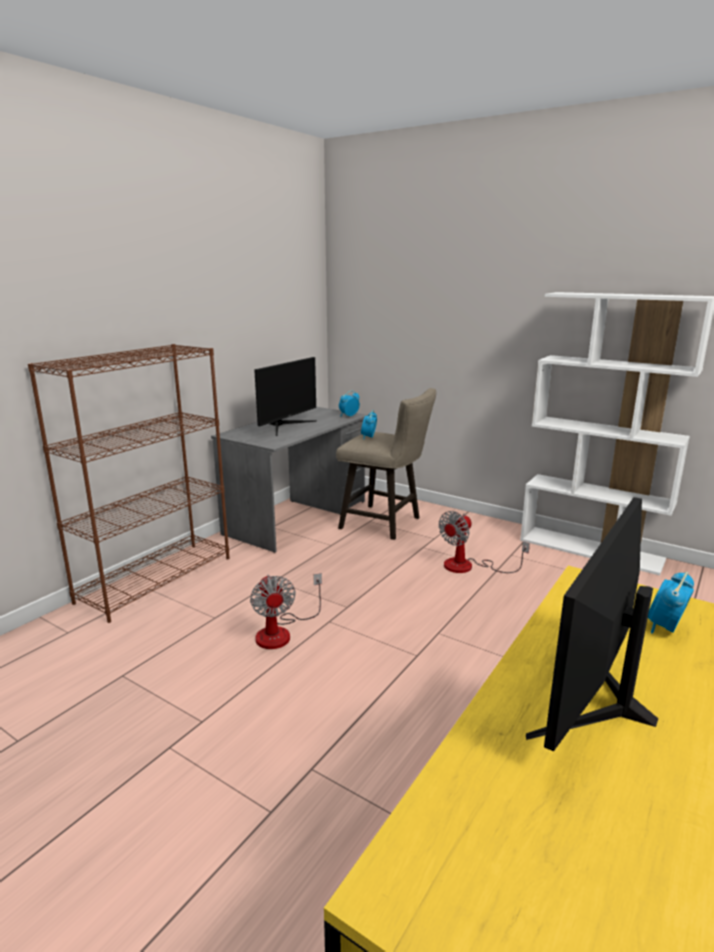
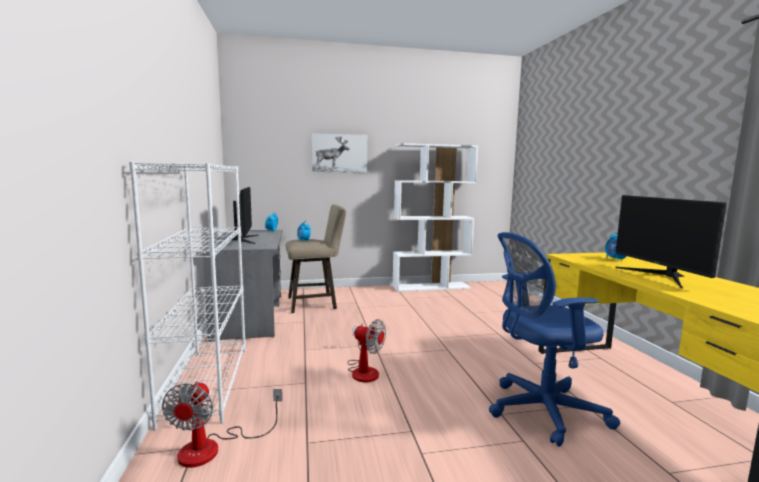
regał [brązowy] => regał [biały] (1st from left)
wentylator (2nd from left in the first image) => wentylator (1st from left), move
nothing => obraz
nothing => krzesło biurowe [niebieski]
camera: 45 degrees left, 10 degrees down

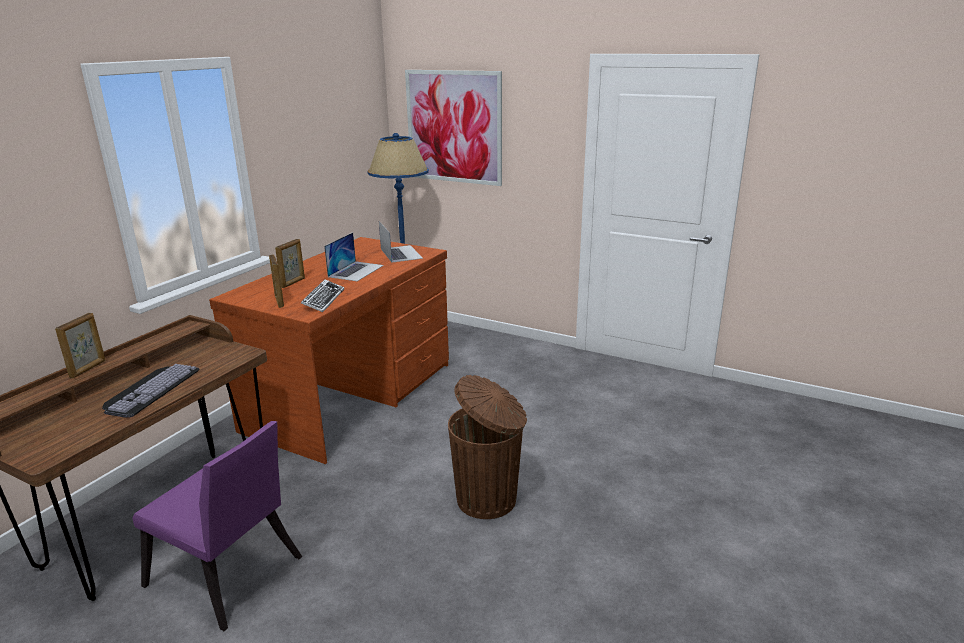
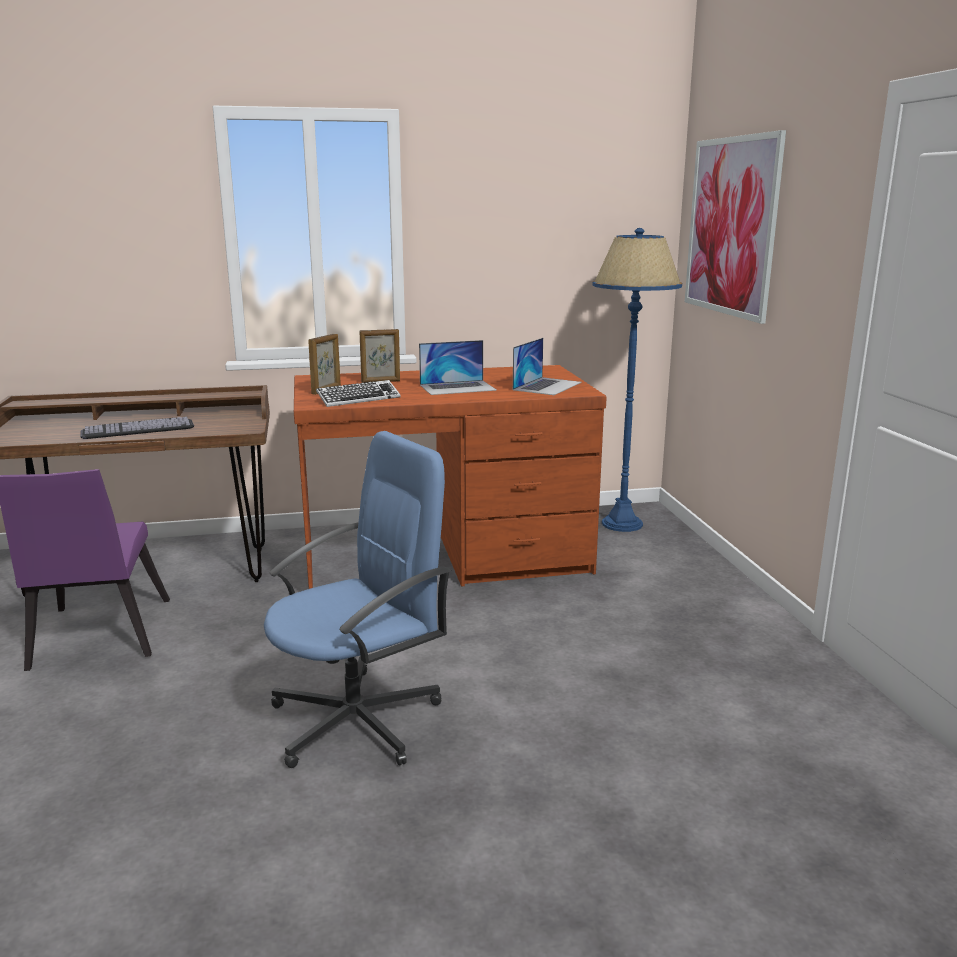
ramka na zdjęcie (1st from left) => nothing
kosz na śmieci [brązowy] => krzesło biurowe [niebieski]
camera: 50 degrees right, 5 degrees down

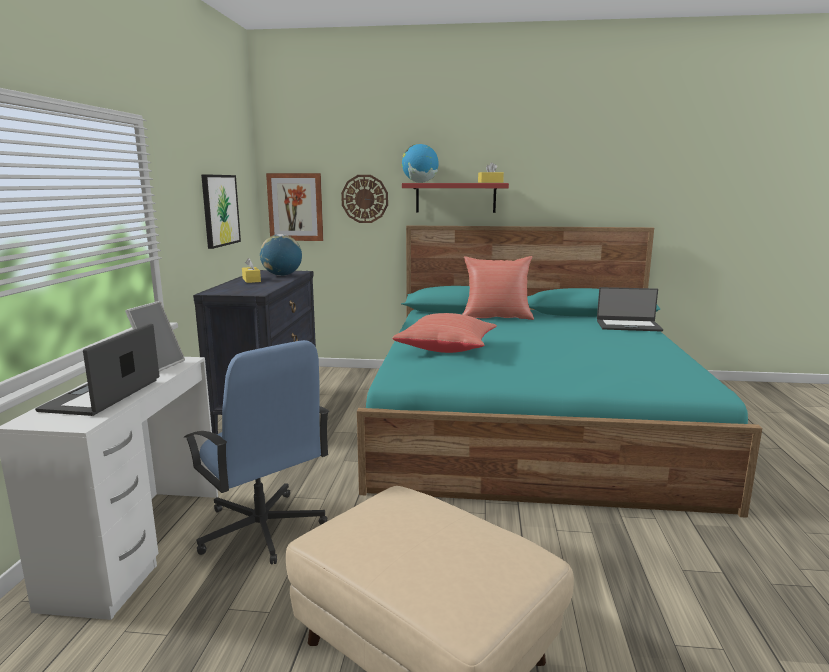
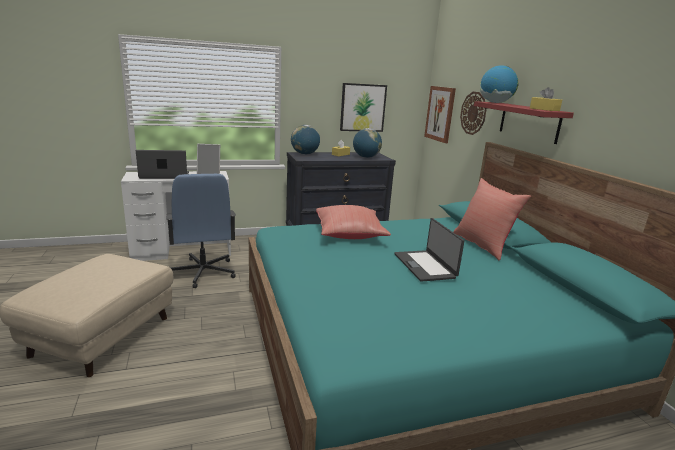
krzesło biurowe [niebieski], 45 degrees counterclockwise
laptop (2nd from left), move
nothing => globus (1st from left)
camera: 65 degrees right, 5 degrees up

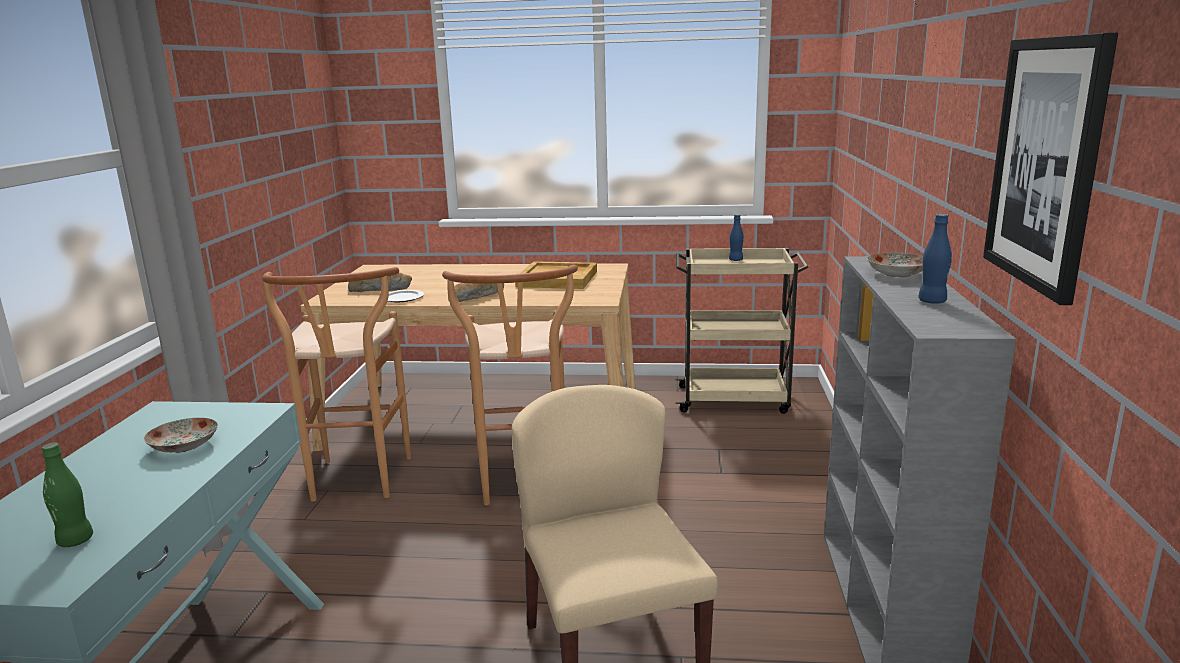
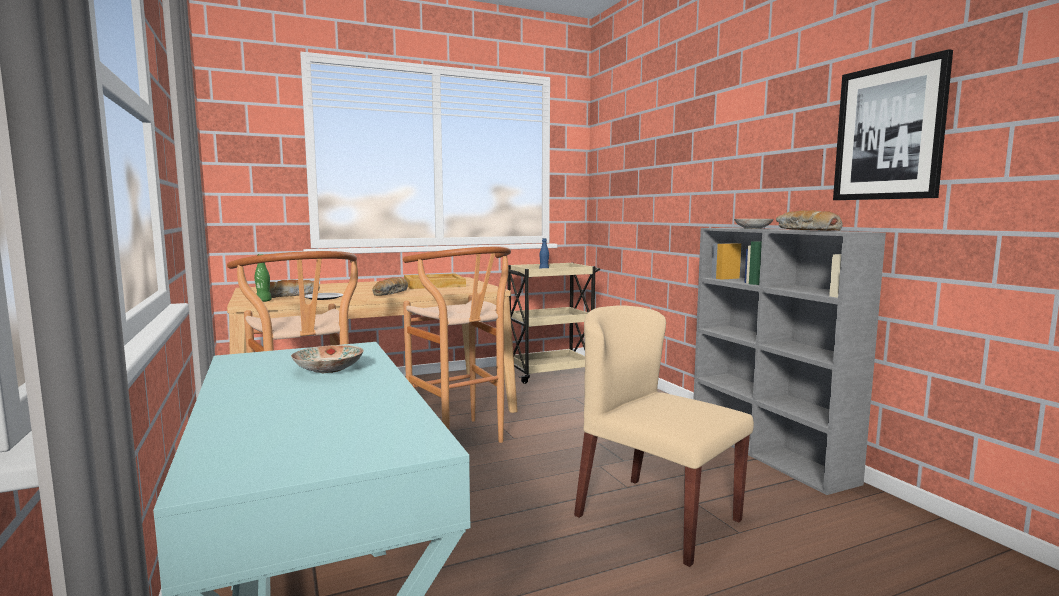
butelka [zielony], move
butelka [niebieski] (2nd from left) => chleb (3rd from left)
camera: 30 degrees left, 10 degrees down

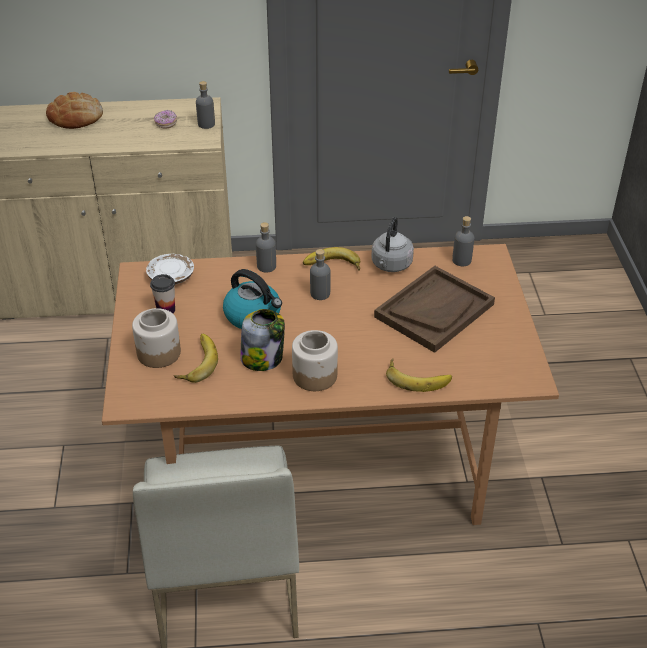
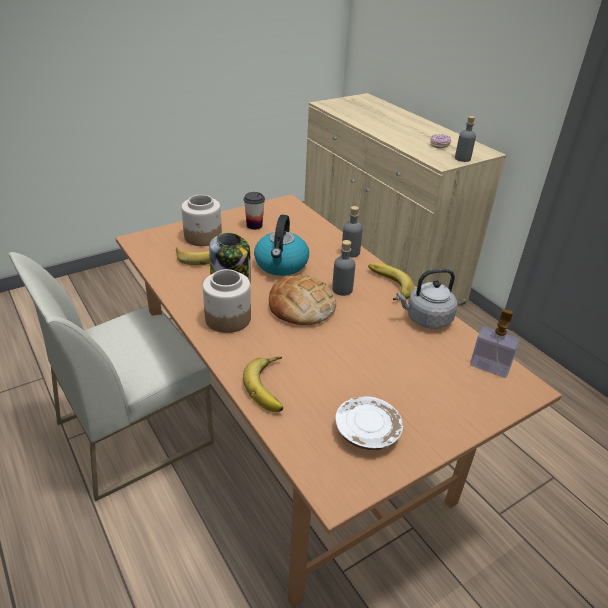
chleb, move
talerz [biały], move
taca [brązowy] => nothing
butelka [szary] (4th from left) => dozownik mydła
camera: 60 degrees right, 5 degrees down

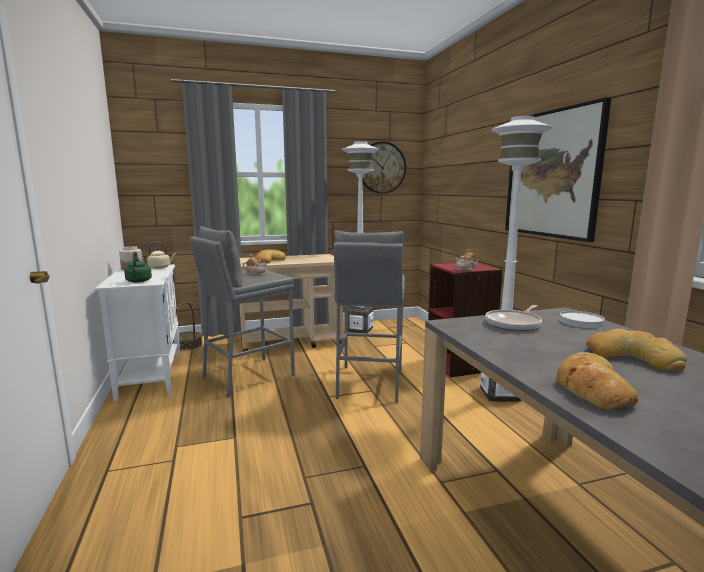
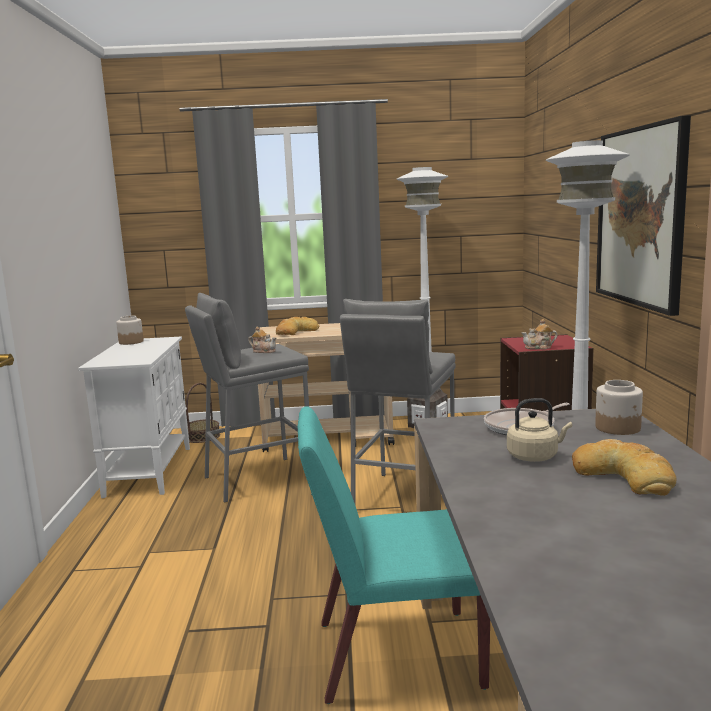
czajnik [zielony] => nothing
czajnik [beżowy], move
zegar ścienny => nothing
chleb (2nd from left) => nothing
talerz [biały] => słoik (2nd from left)
nothing => krzesło [turkusowy]
camera: 15 degrees right, 0 degrees up

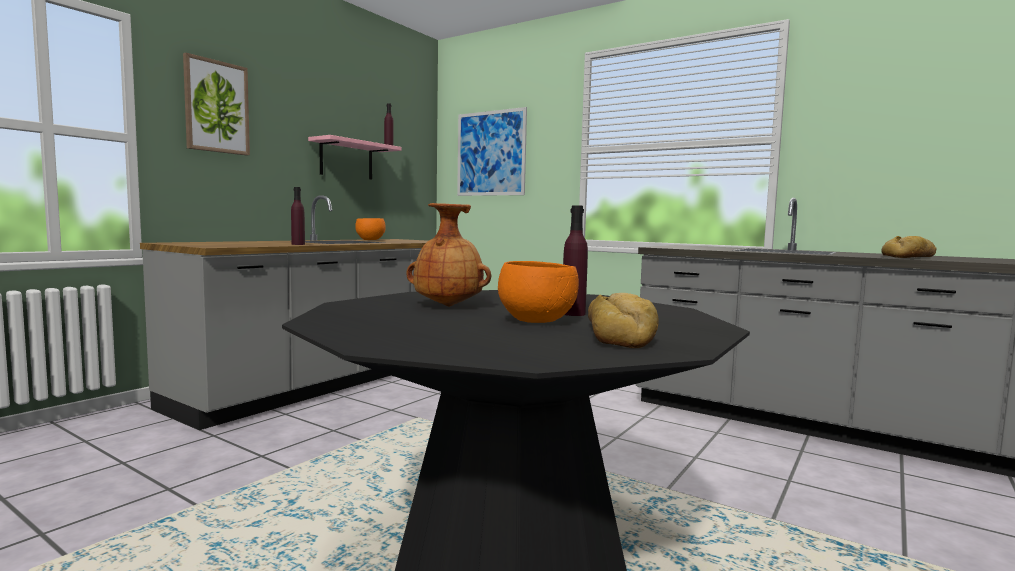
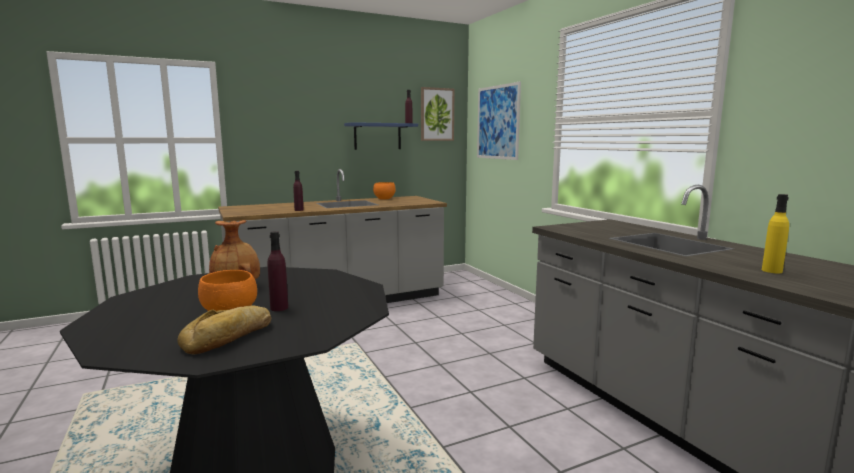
obraz (1st from left), move
półka [różowy] => półka [niebieski]
chleb (2nd from left) => butelka [żółty]
camera: 30 degrees right, 5 degrees up

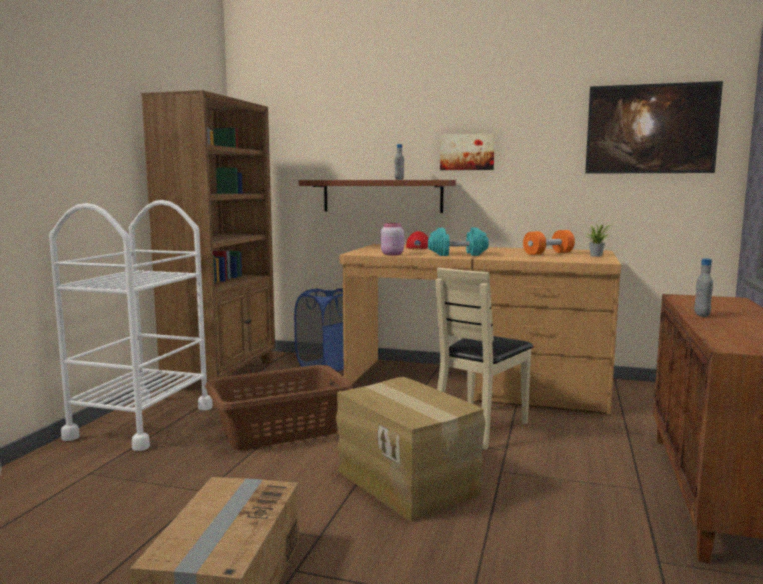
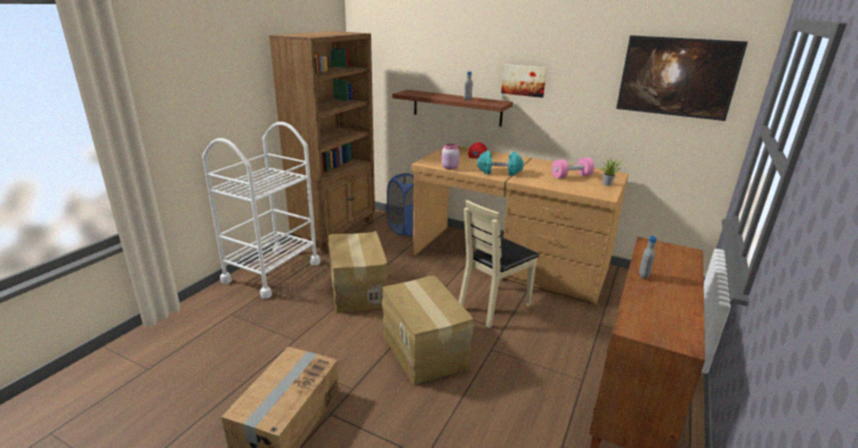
kosz na pranie [brązowy] => karton (2nd from left)
hantel [pomarańczowy] => hantel [różowy]
camera: 10 degrees right, 15 degrees up

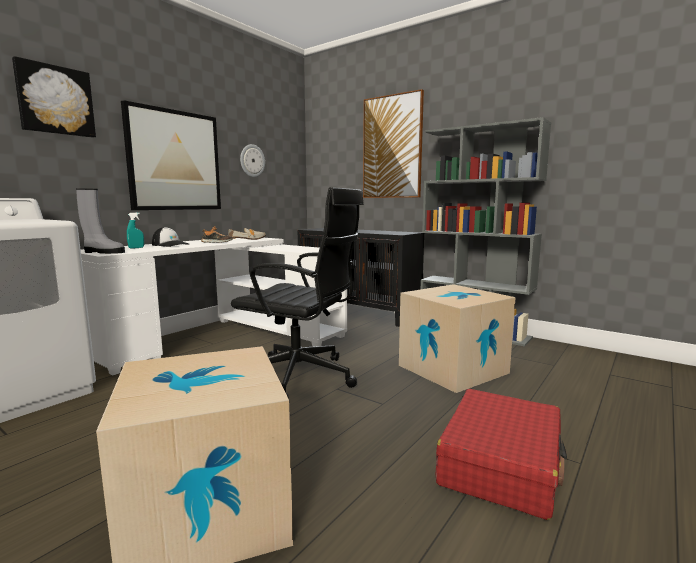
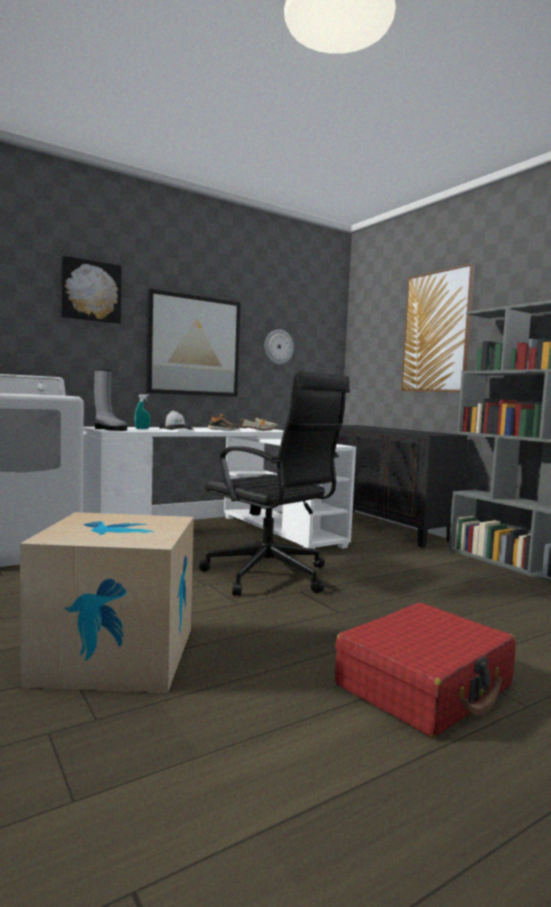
karton (2nd from left) => nothing
camera: 20 degrees right, 5 degrees down

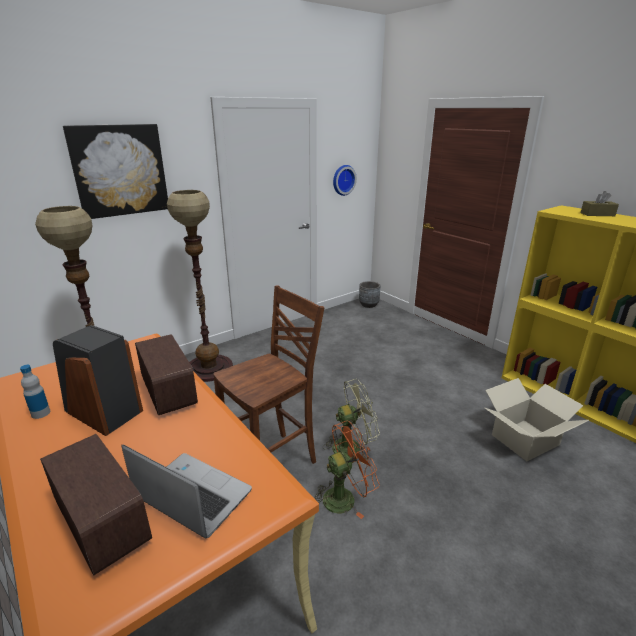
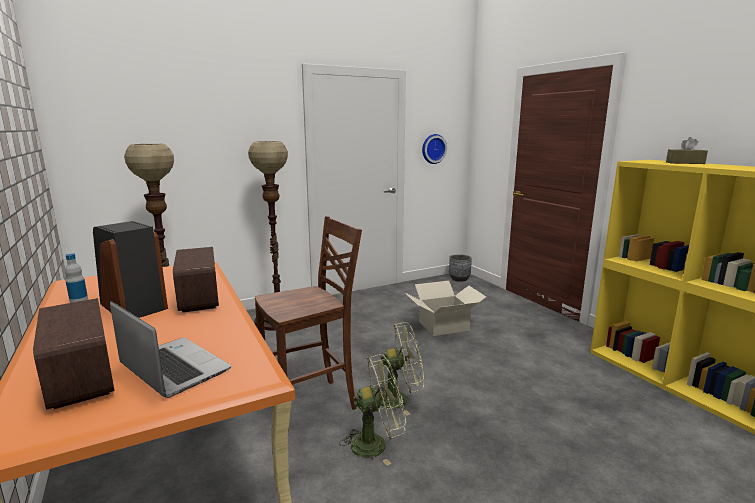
obraz => nothing
wentylator [pomarańczowy] => wentylator [zielony] (1st from left)
karton, move
camera: 10 degrees right, 10 degrees down

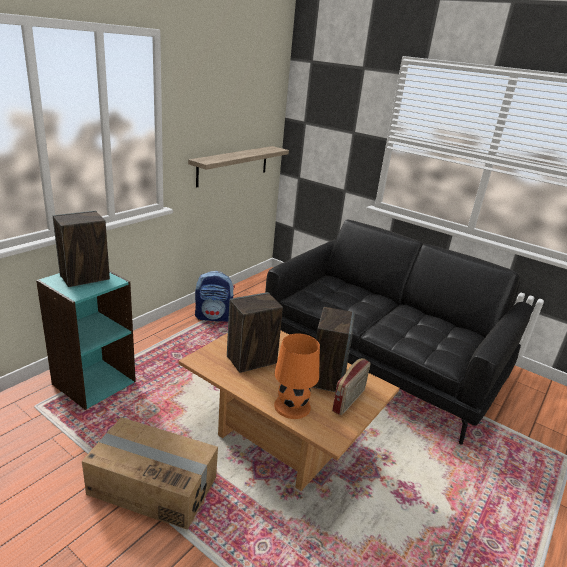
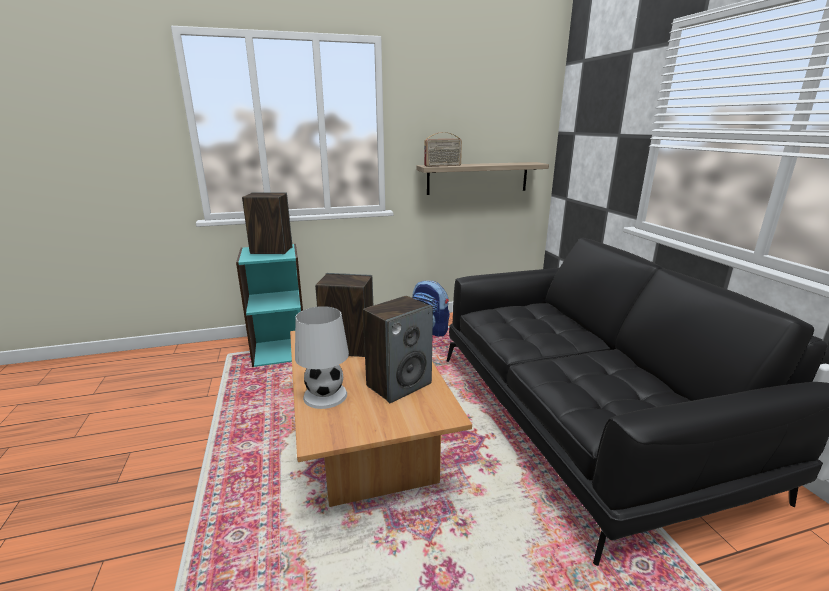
karton => nothing
lampa stołowa [pomarańczowy] => lampa stołowa [biały]
radio, move
camera: 40 degrees right, 5 degrees down

